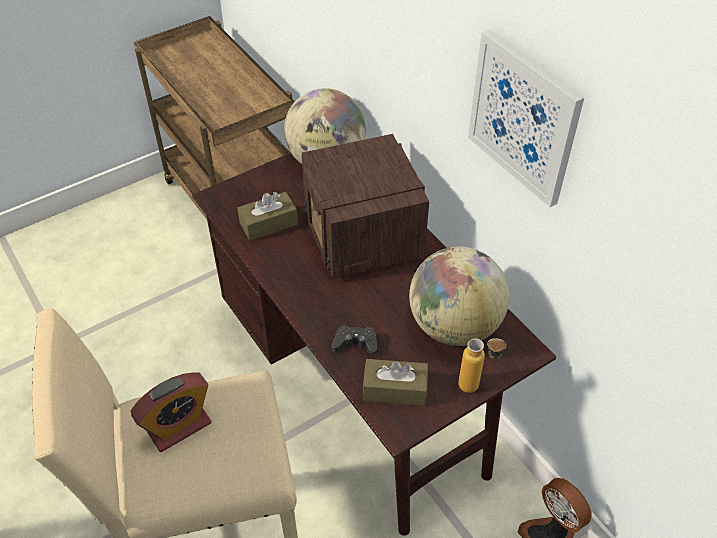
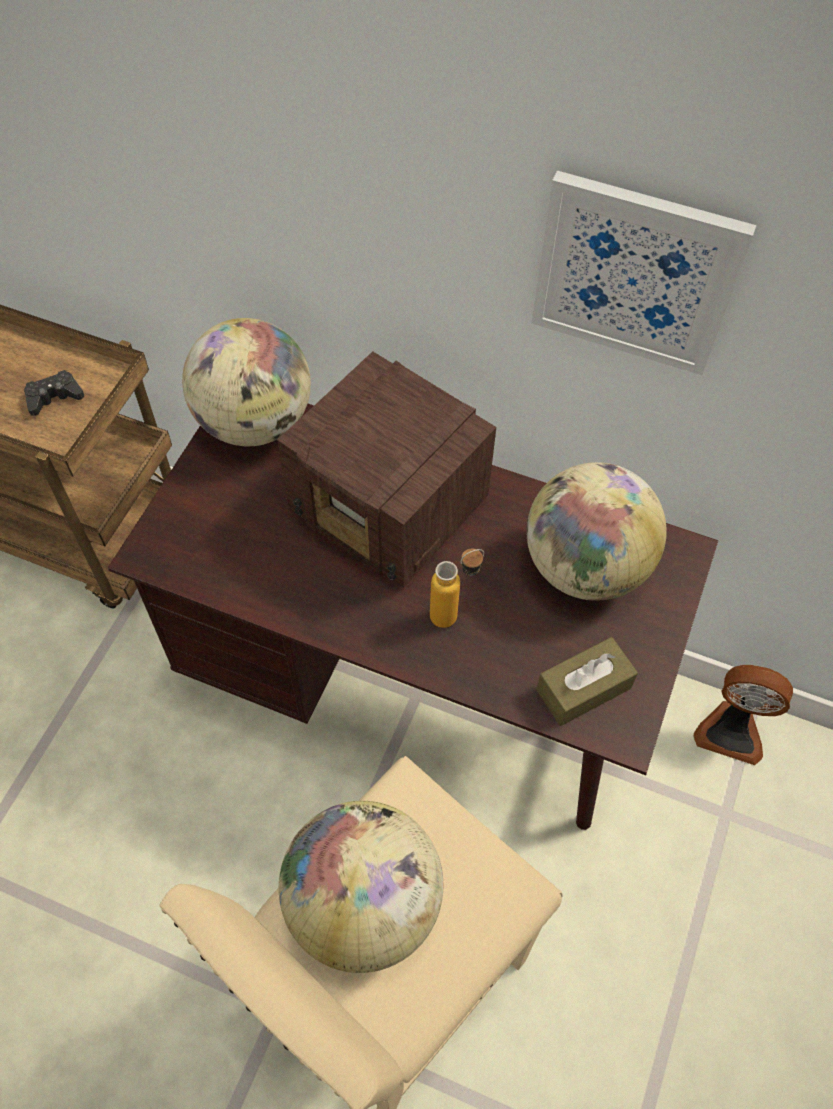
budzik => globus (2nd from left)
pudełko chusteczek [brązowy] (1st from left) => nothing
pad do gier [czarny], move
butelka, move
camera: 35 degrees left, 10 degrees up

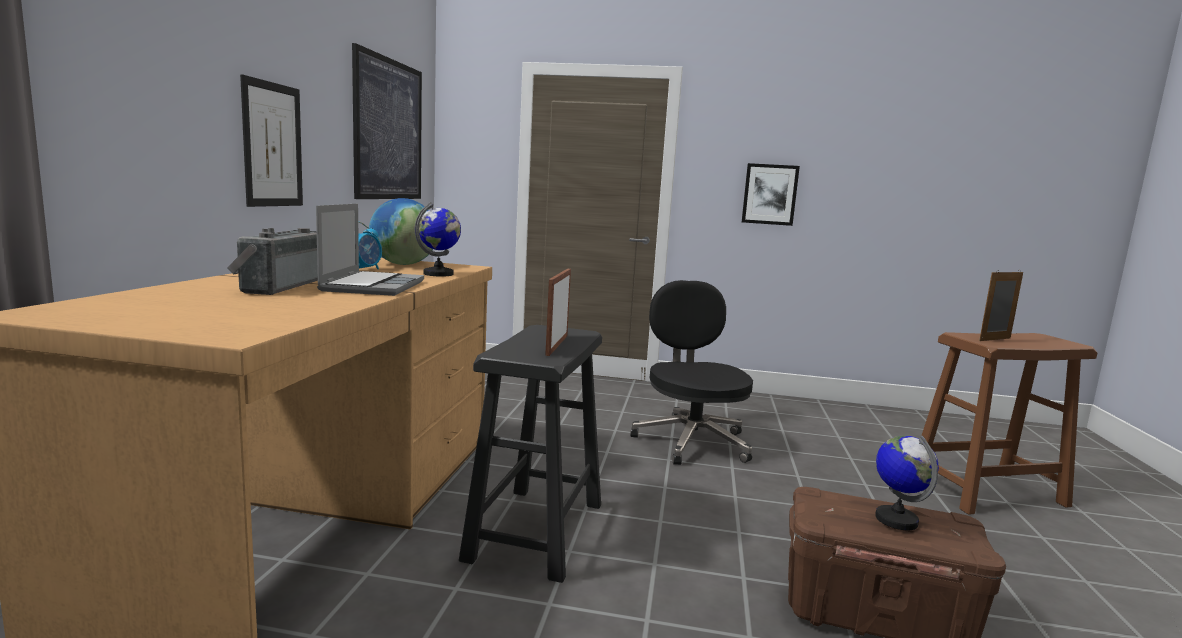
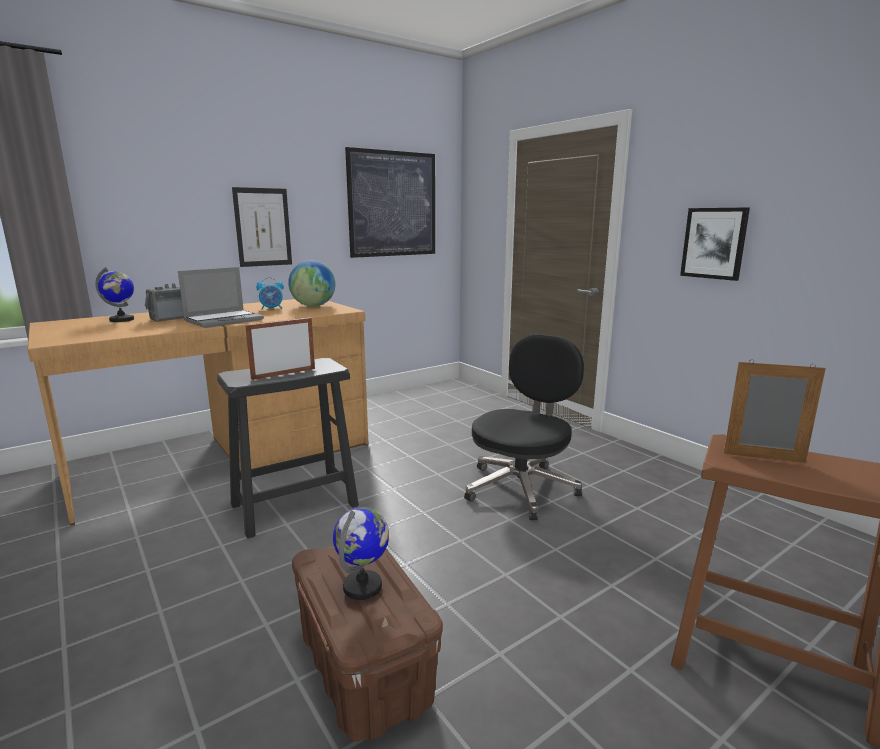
globus (2nd from left in the first image) => globus (1st from left), move
camera: 45 degrees right, 5 degrees up

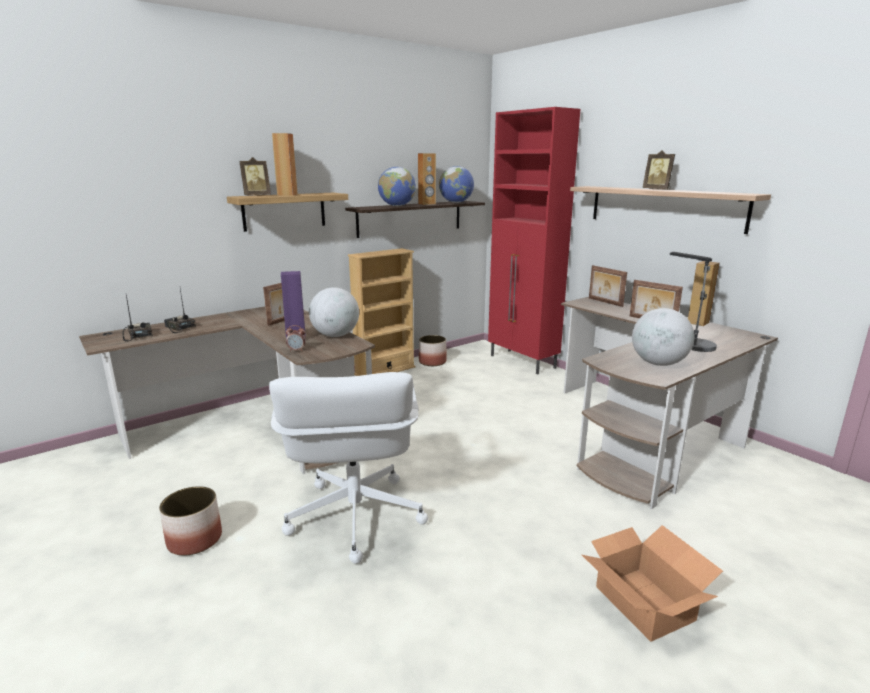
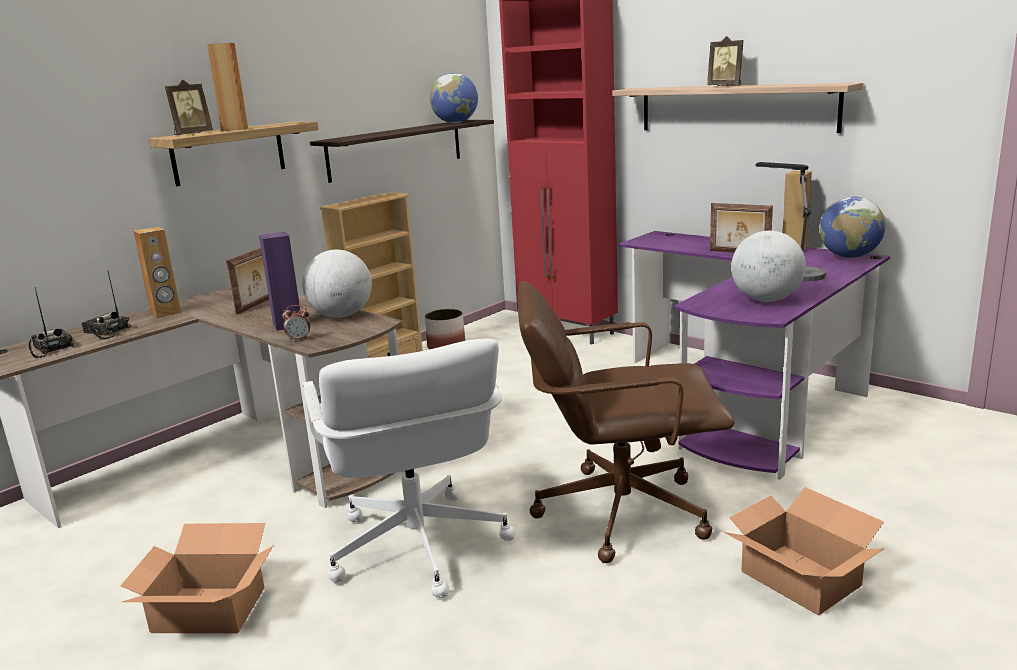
donica (1st from left) => karton (1st from left)
globus (2nd from left in the first image) => globus (4th from left), move
głośnik [brązowy] (2nd from left in the first image) => głośnik [brązowy] (1st from left), move
biurko [brązowy] (2nd from left) => biurko [fioletowy]
ramka na zdjęcie (3rd from left) => nothing
nothing => krzesło biurowe [brązowy]
camera: 10 degrees left, 0 degrees up

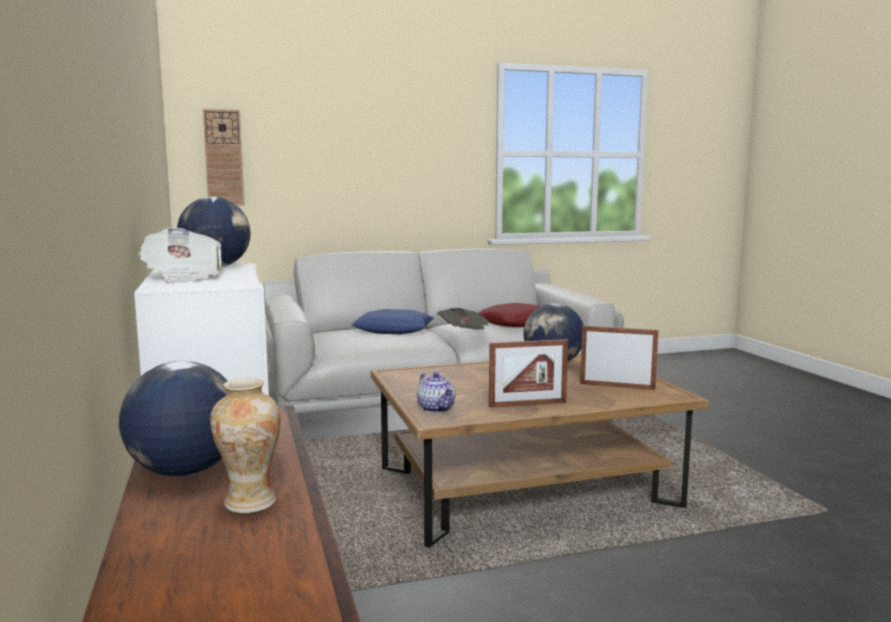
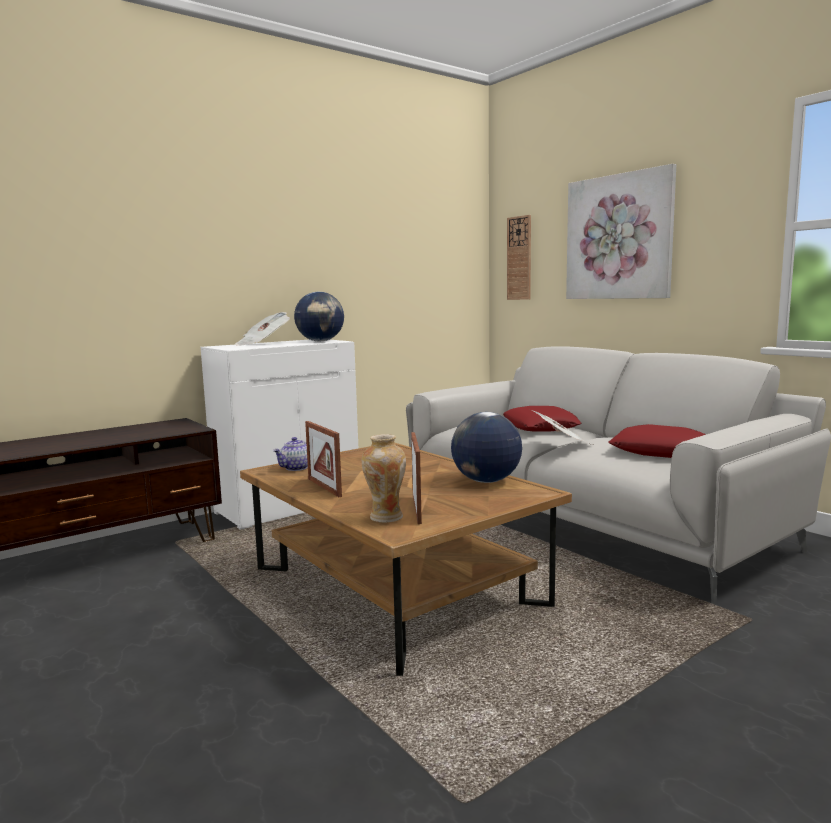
globus (1st from left) => nothing
wazon, move
poduszka [niebieski] => poduszka [czerwony] (1st from left)
nothing => obraz
camera: 70 degrees right, 0 degrees up

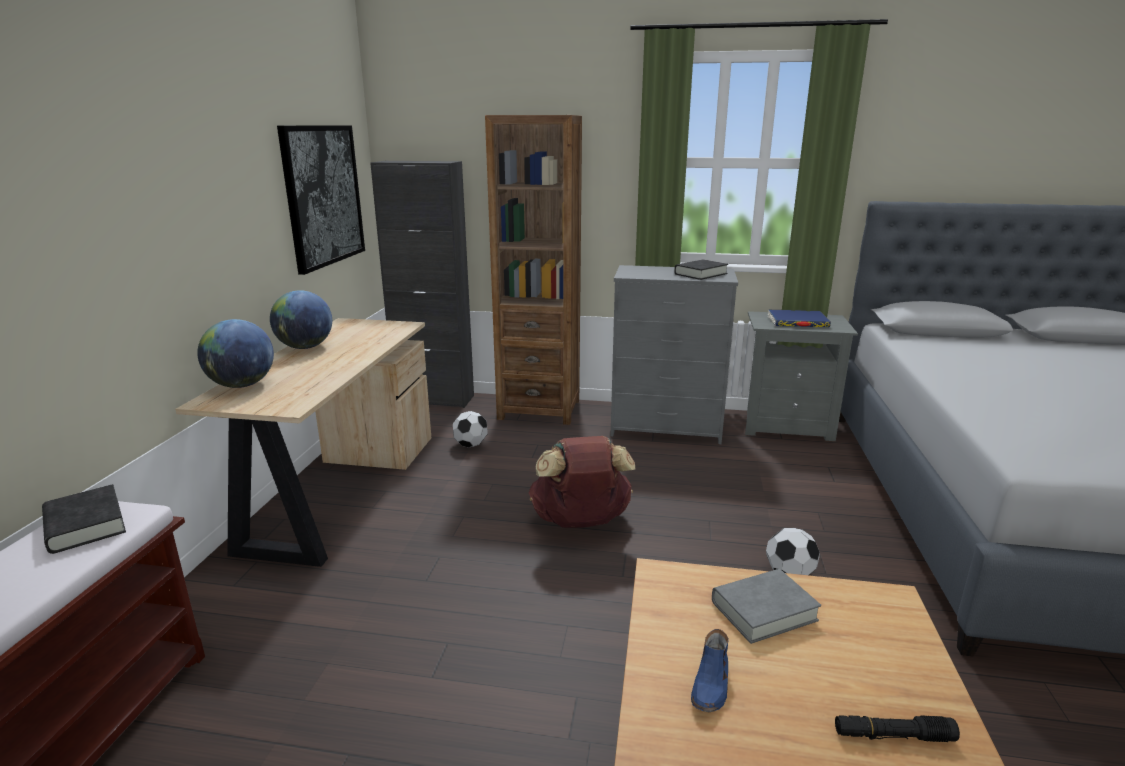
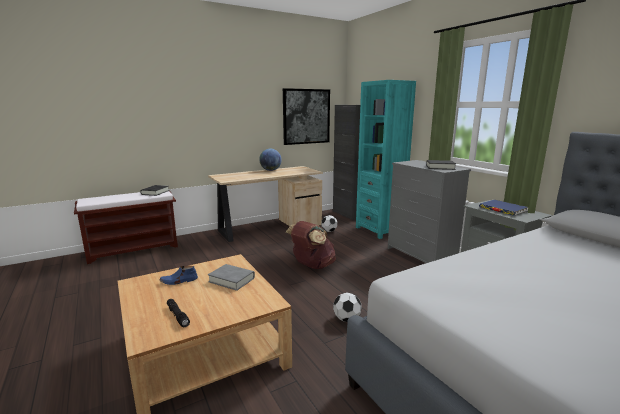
globus (1st from left) => nothing
regał [brązowy] => regał [turkusowy]
camera: 50 degrees right, 5 degrees down

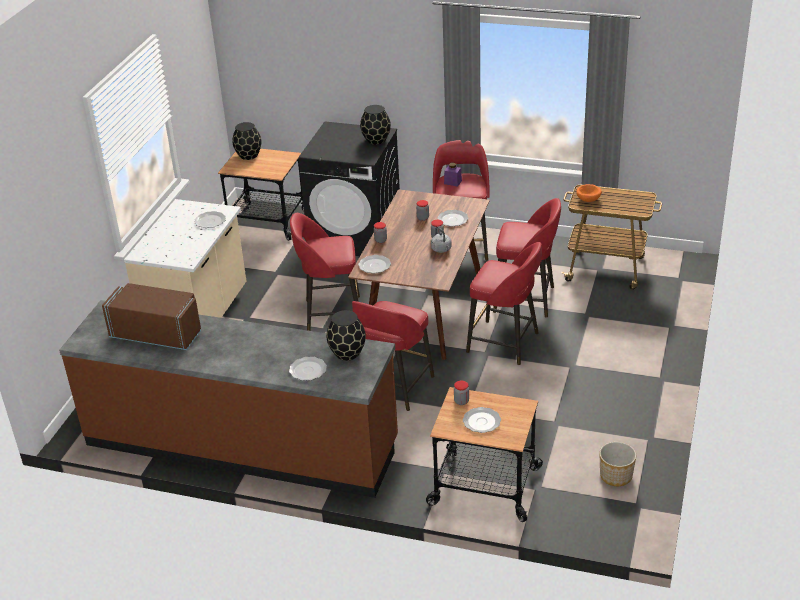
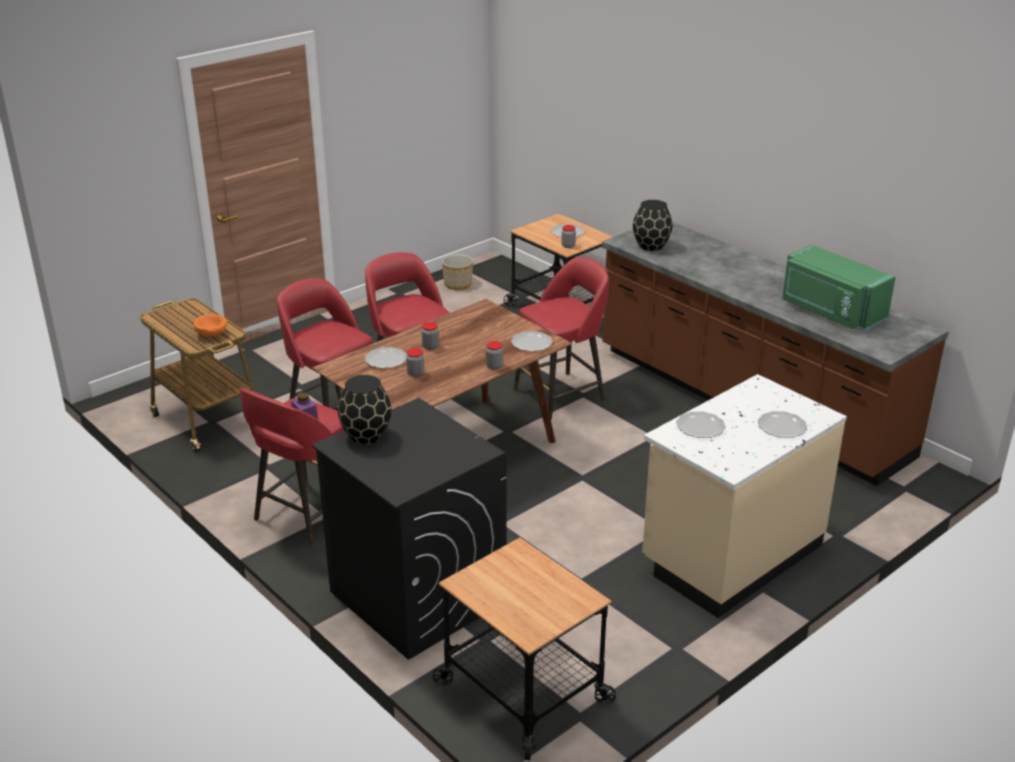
mikrofalówka [brązowy] => mikrofalówka [zielony]
wazon [czarny] (1st from left) => nothing
talerz (2nd from left in the first image) => talerz (5th from left), move
stołek [czerwony] (1st from left) => nothing
czajnik [szary] => nothing
camera: 150 degrees left, 5 degrees down

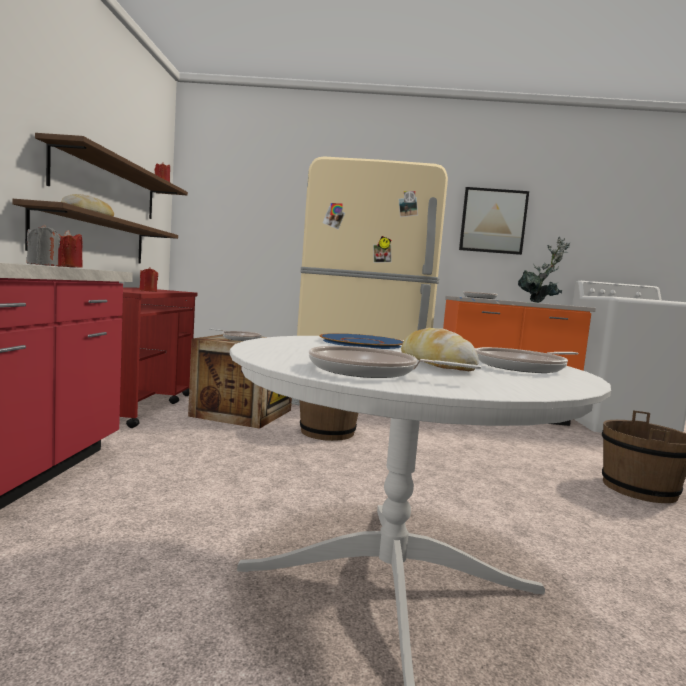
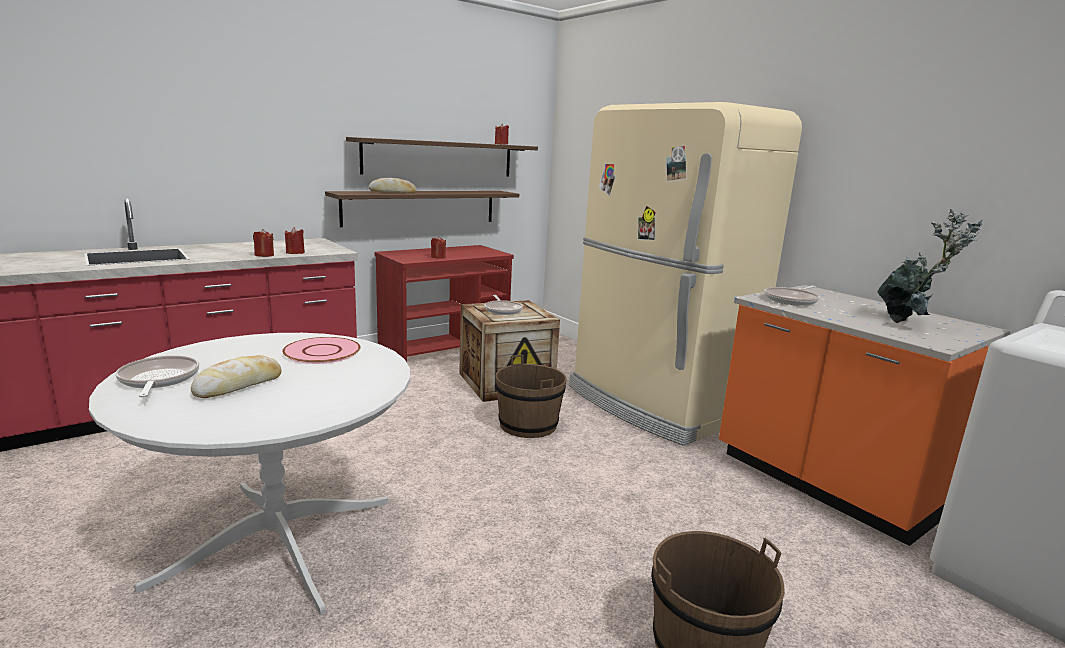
świeca [szary] => świeca [czerwony] (1st from left)
talerz [niebieski] => talerz [różowy]
obraz => nothing
patelnia (4th from left) => nothing
camera: 50 degrees right, 10 degrees up

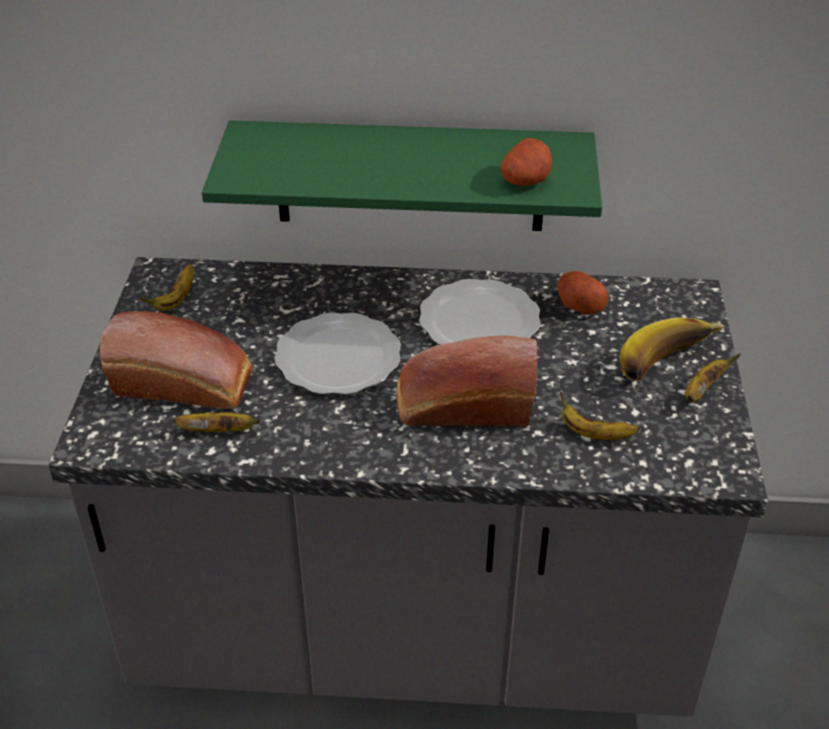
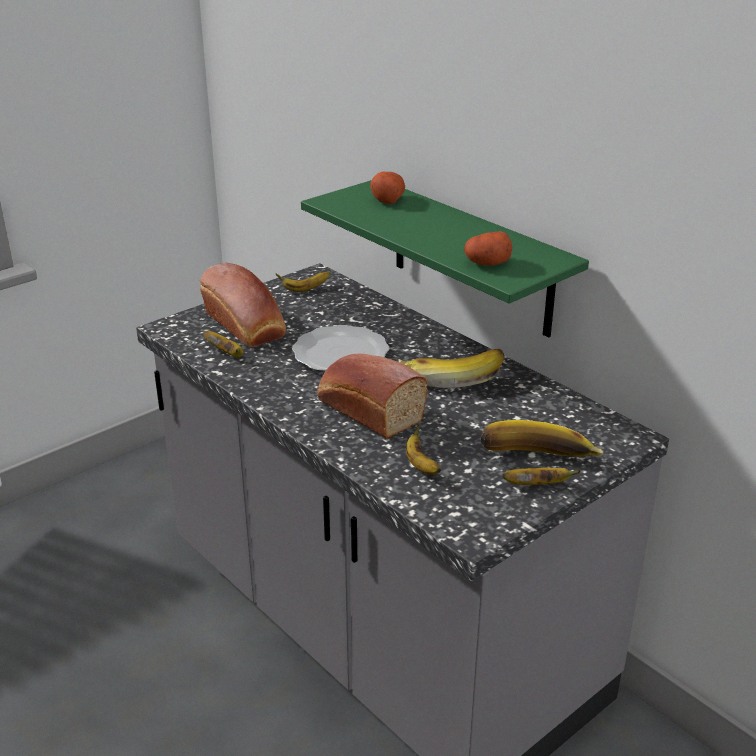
talerz (2nd from left) => banan (4th from left)
ziemniak (2nd from left in the first image) => ziemniak (1st from left), move
camera: 45 degrees right, 10 degrees down

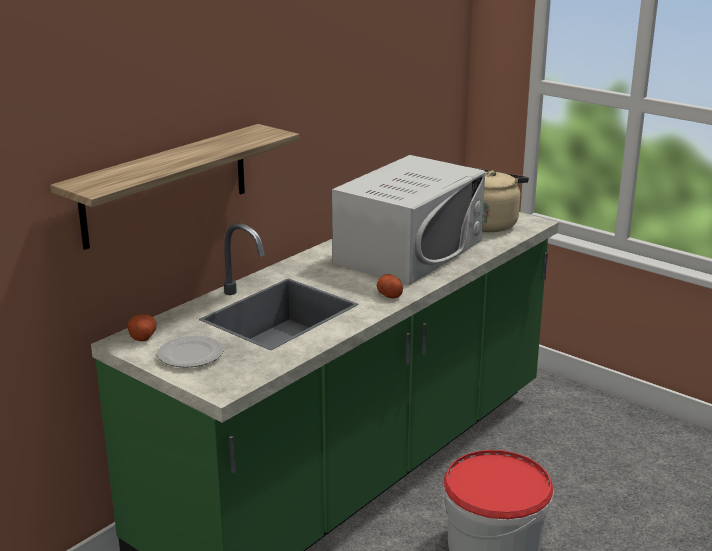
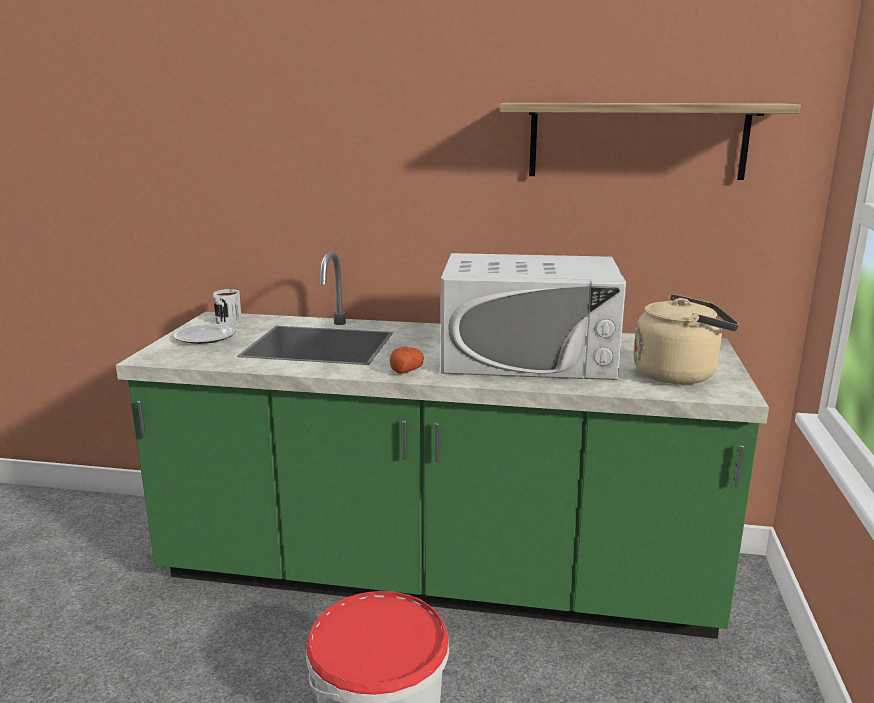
półka, move
ziemniak (1st from left) => kubek
camera: 60 degrees right, 5 degrees down

